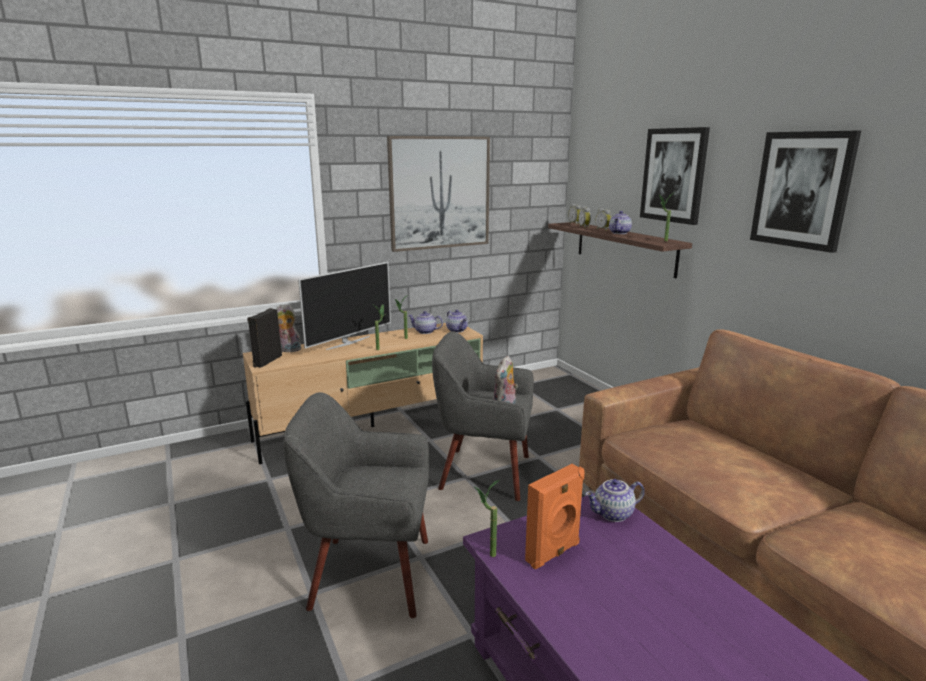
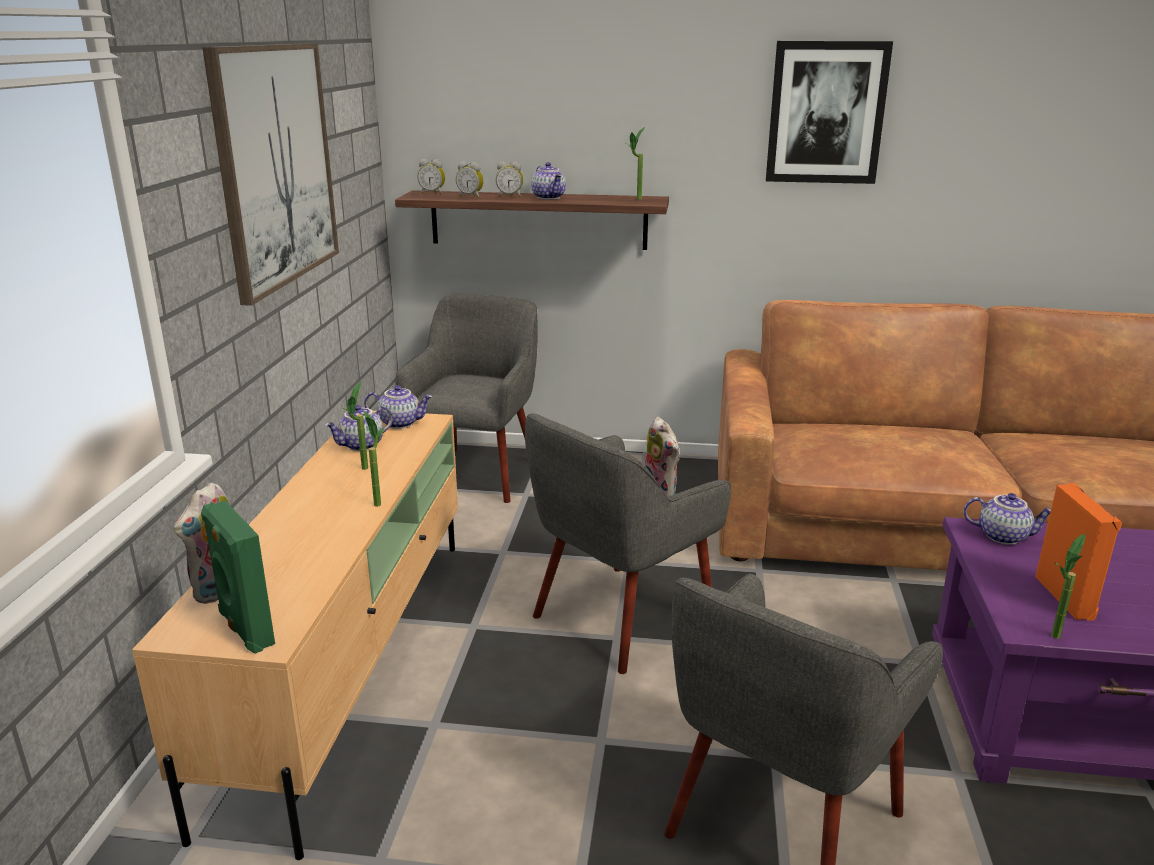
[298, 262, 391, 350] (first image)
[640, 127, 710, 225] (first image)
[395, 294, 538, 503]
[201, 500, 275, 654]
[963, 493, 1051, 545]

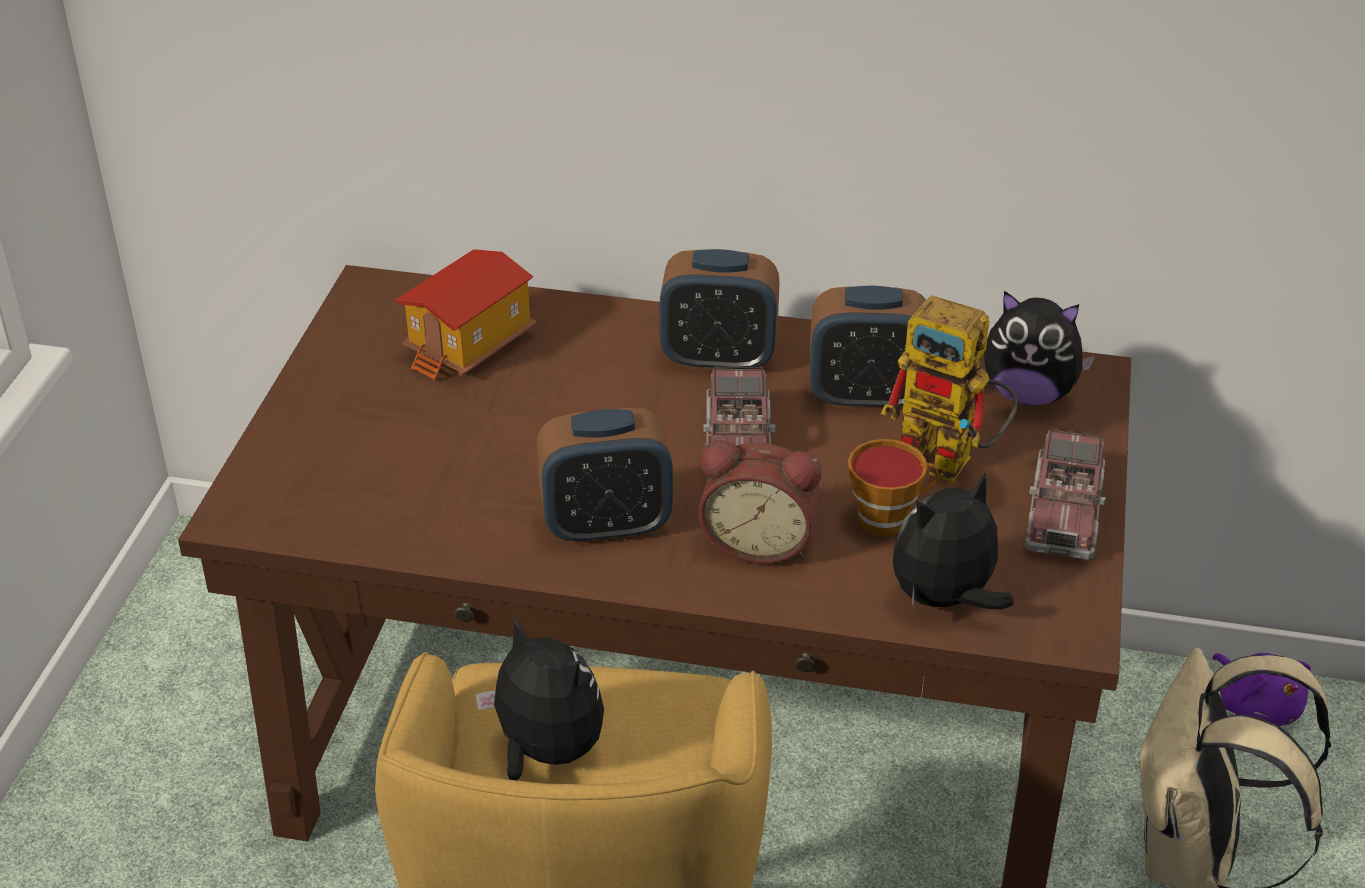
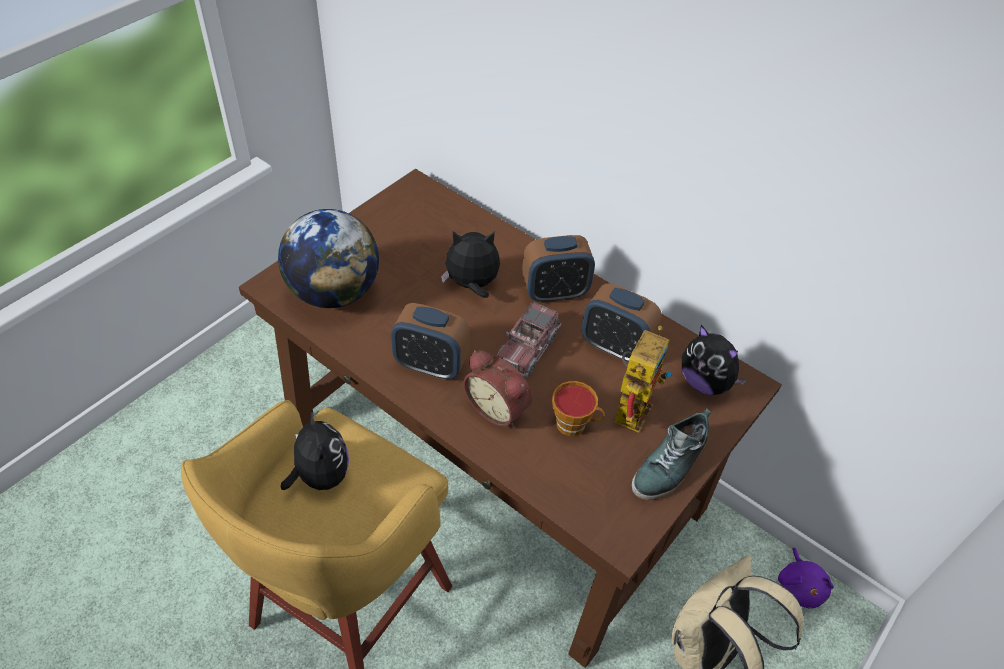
[396, 249, 536, 381] (first image)
[278, 209, 379, 308]
[441, 231, 500, 298]
[632, 408, 711, 500]
[522, 235, 595, 303]
[614, 325, 671, 433]

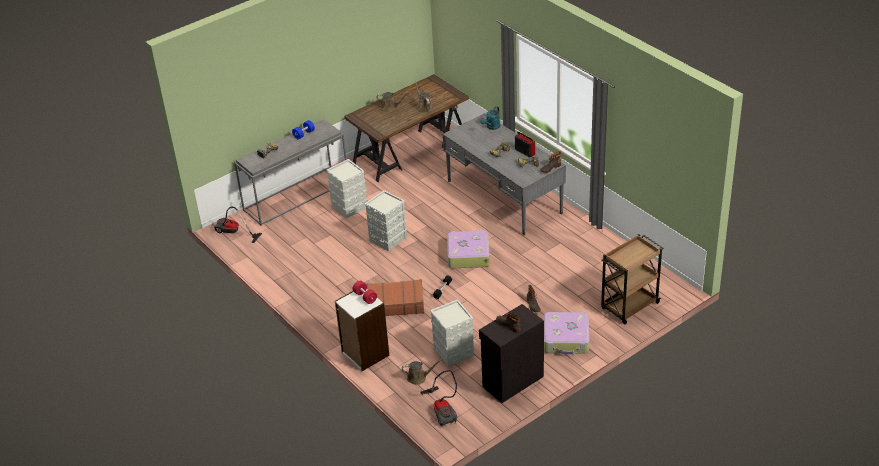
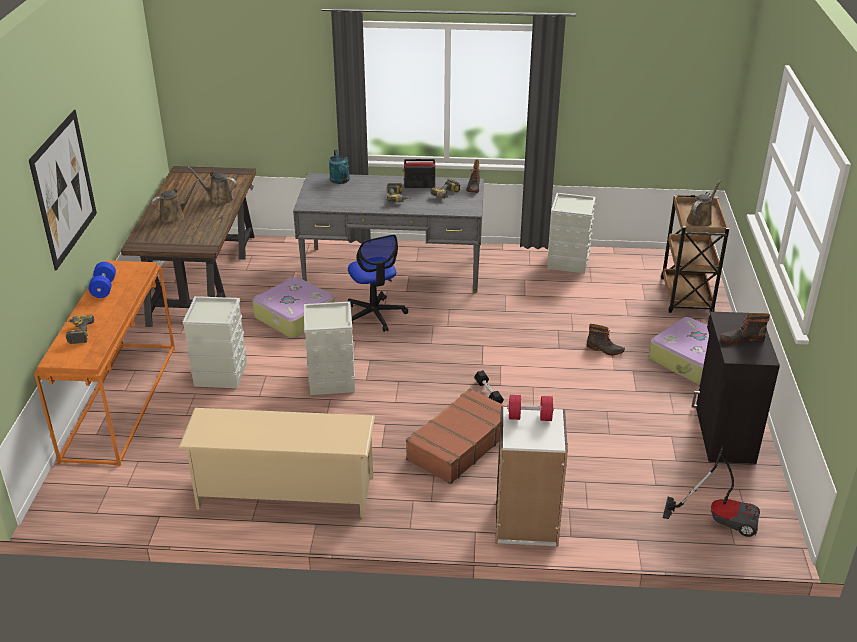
[214, 206, 262, 243] (first image)
[29, 110, 97, 270]
[178, 408, 375, 518]
[348, 235, 408, 332]
[686, 180, 721, 227]
[547, 193, 596, 274]
[252, 277, 335, 338]
[34, 260, 175, 466]

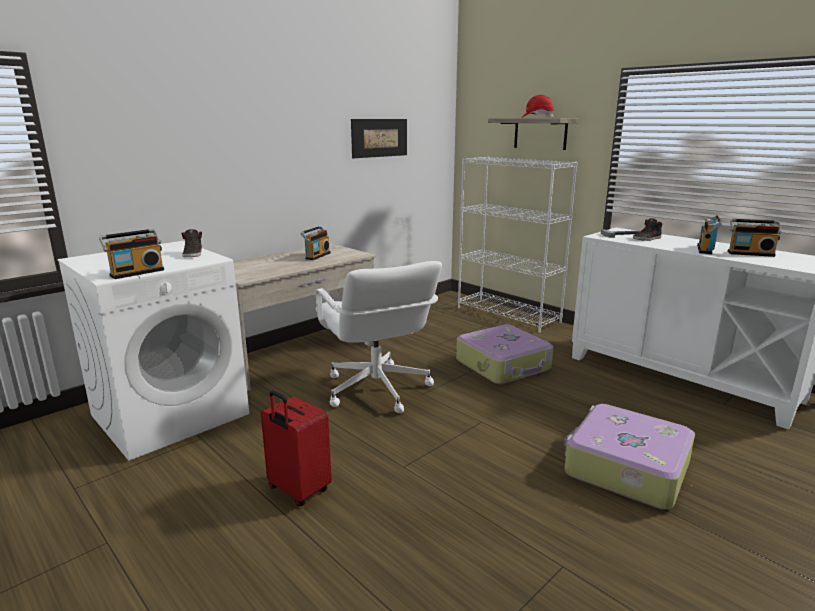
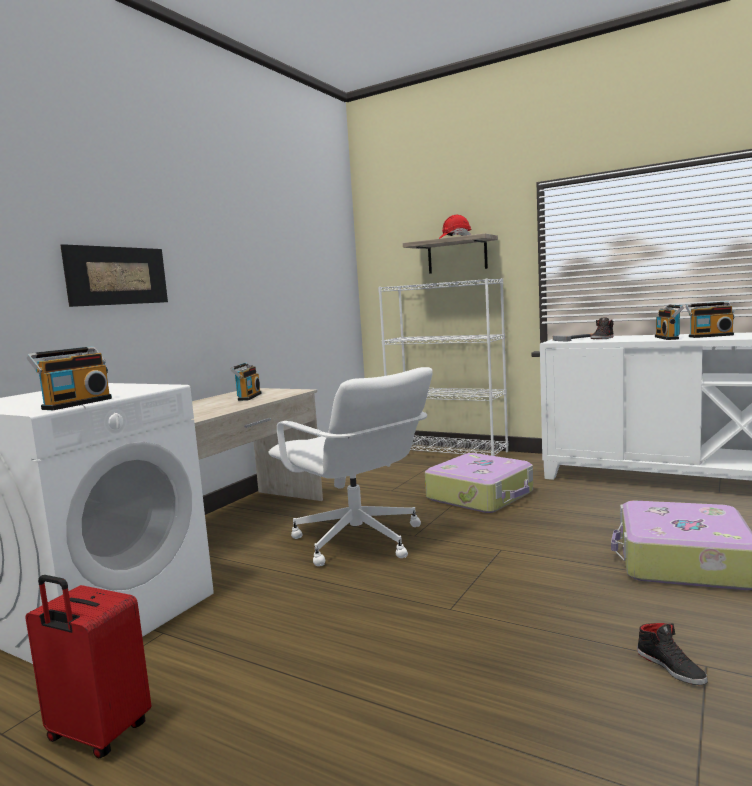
[637, 623, 708, 685]
[25, 575, 152, 759]
[60, 244, 168, 307]

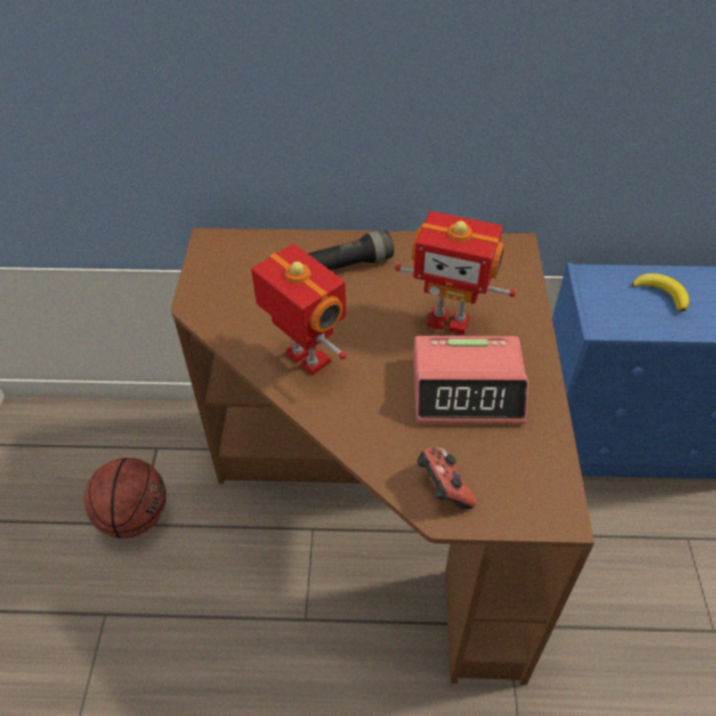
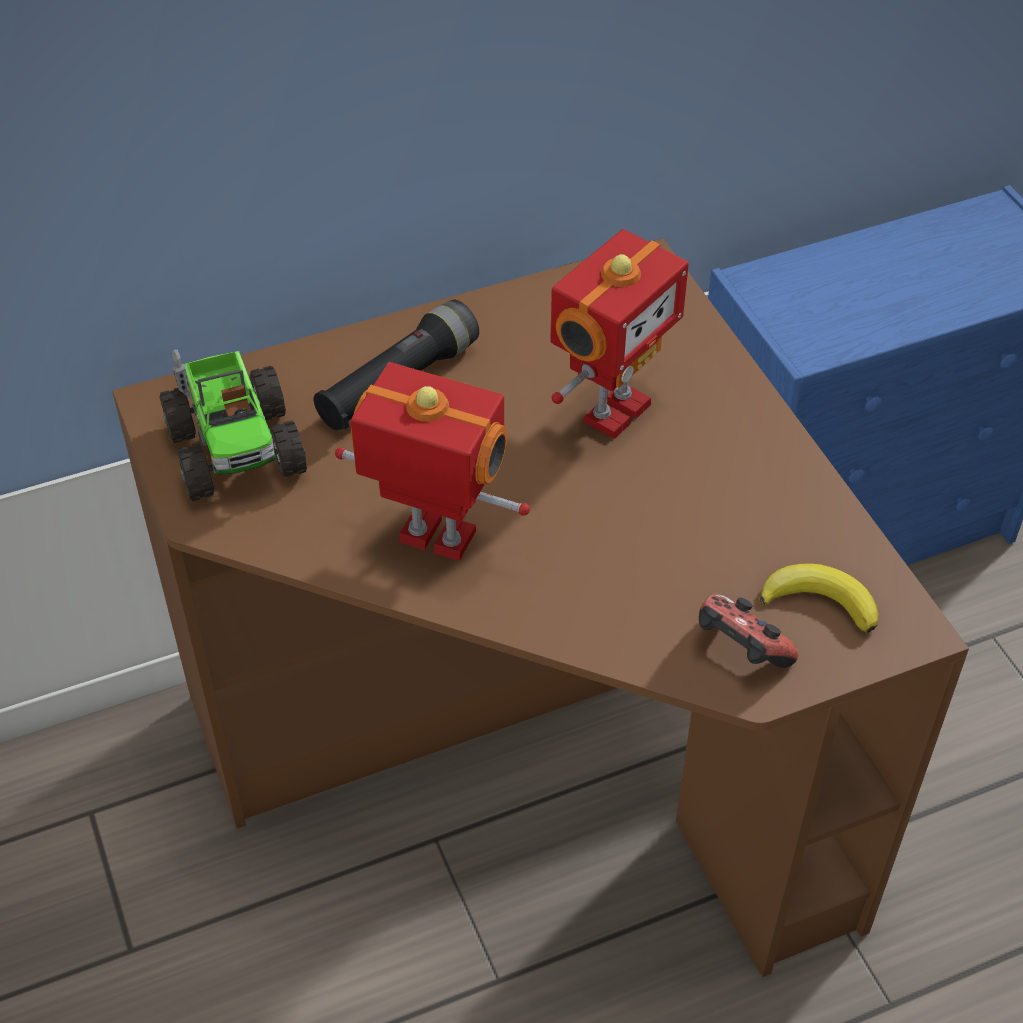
[84, 458, 166, 538] (first image)
[413, 336, 529, 424] (first image)
[159, 349, 307, 501]
[760, 563, 878, 633]
[550, 229, 689, 439]

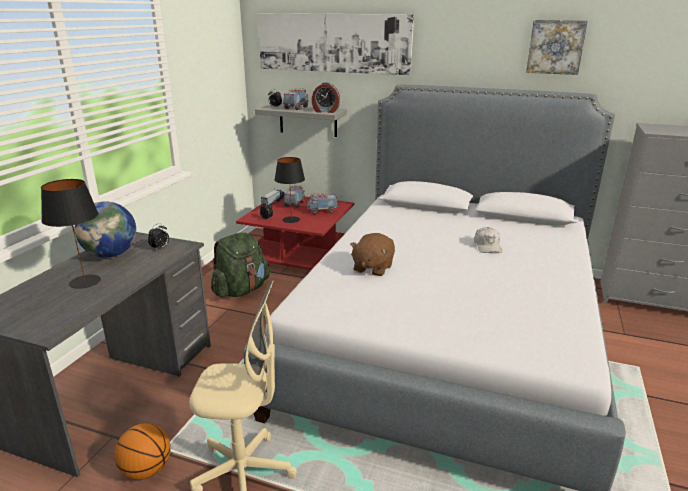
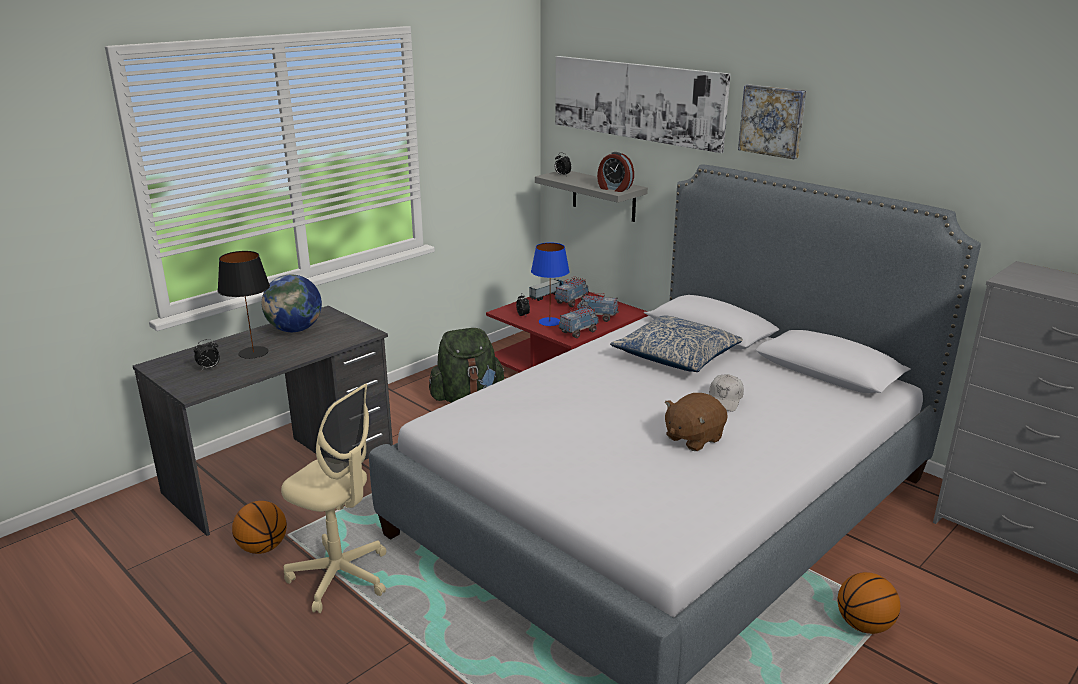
[610, 315, 743, 372]
[837, 572, 900, 634]
[194, 339, 220, 370]
[559, 305, 599, 338]
[665, 393, 728, 451]
[738, 84, 806, 159]
[531, 242, 570, 326]

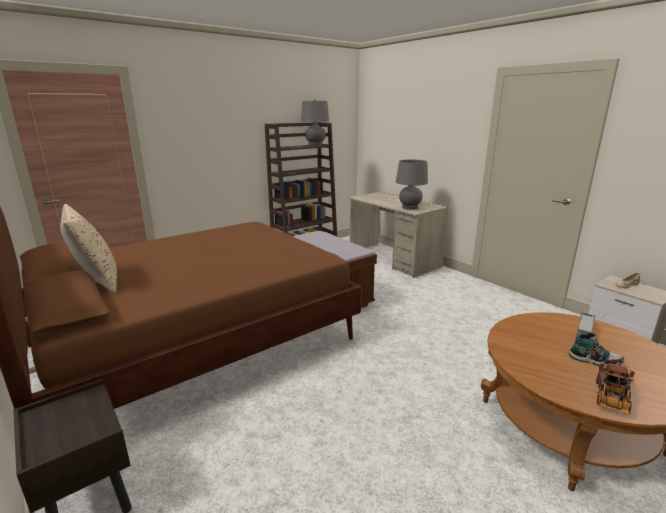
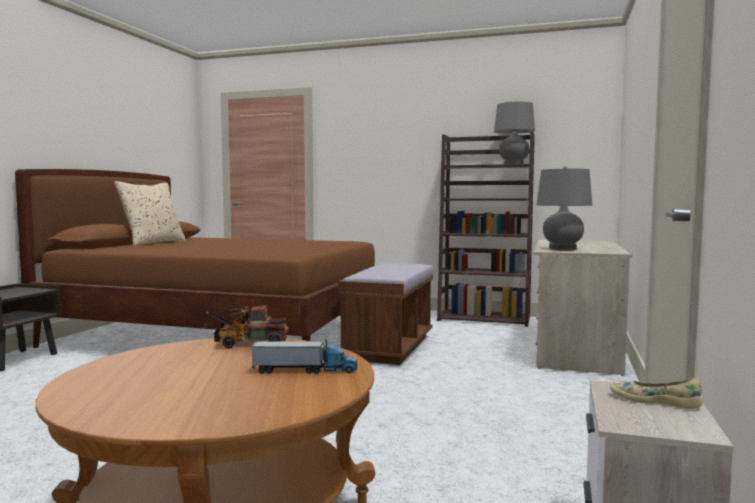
[569, 333, 624, 366] (first image)
[203, 305, 288, 348]

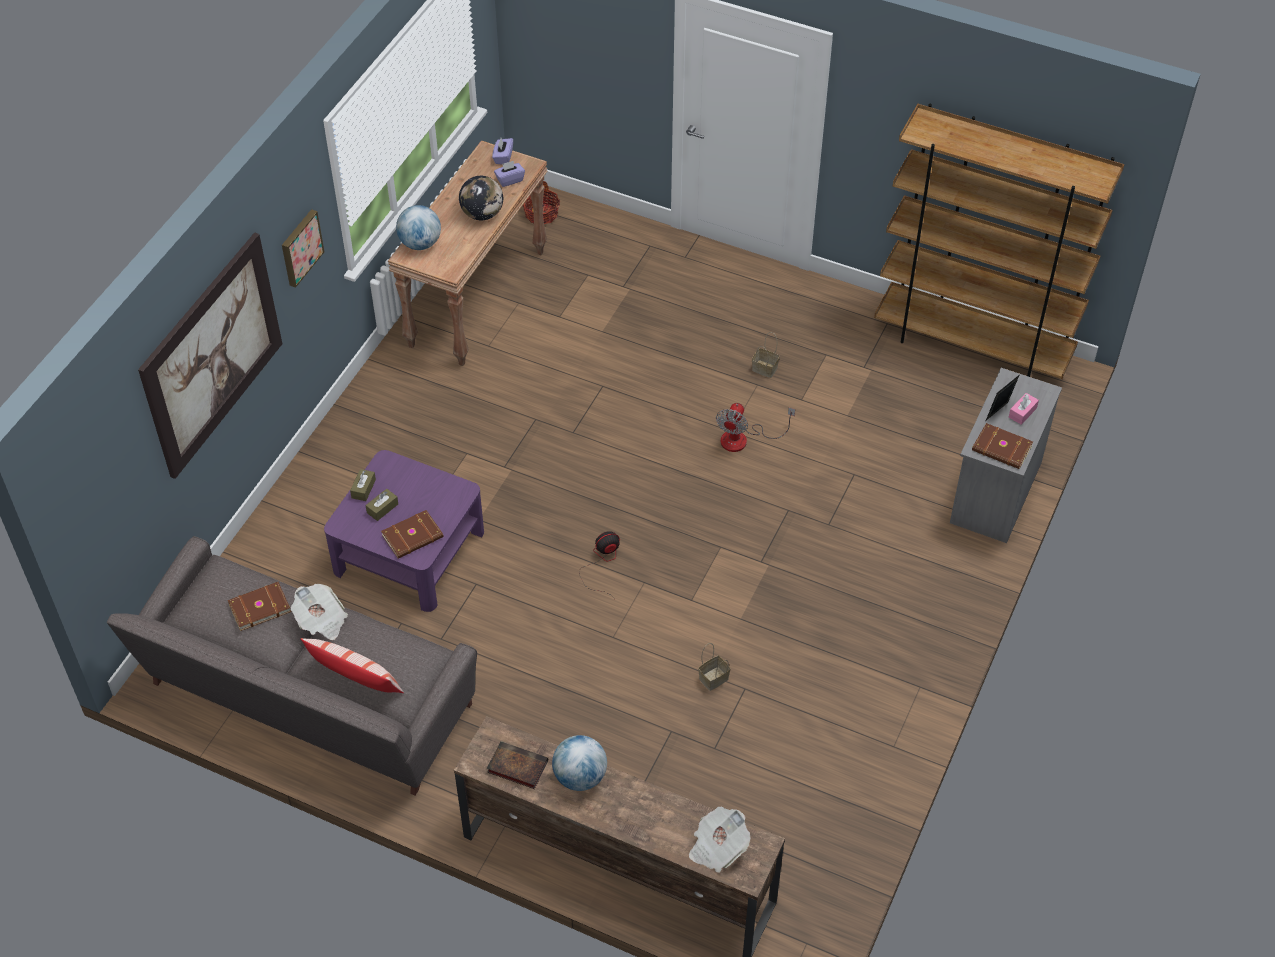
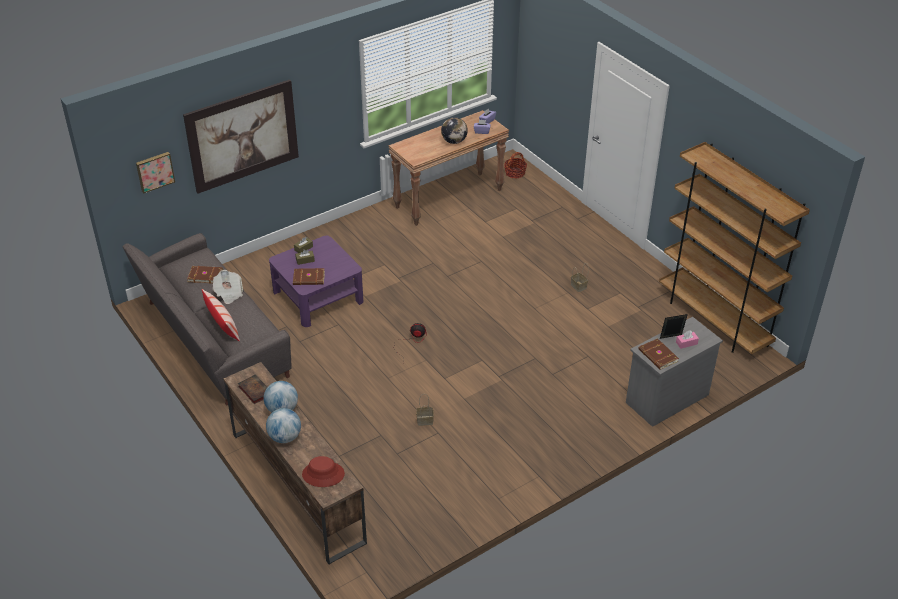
[716, 403, 795, 452] (first image)
[136, 152, 175, 193]
[266, 408, 301, 443]
[302, 456, 345, 487]

